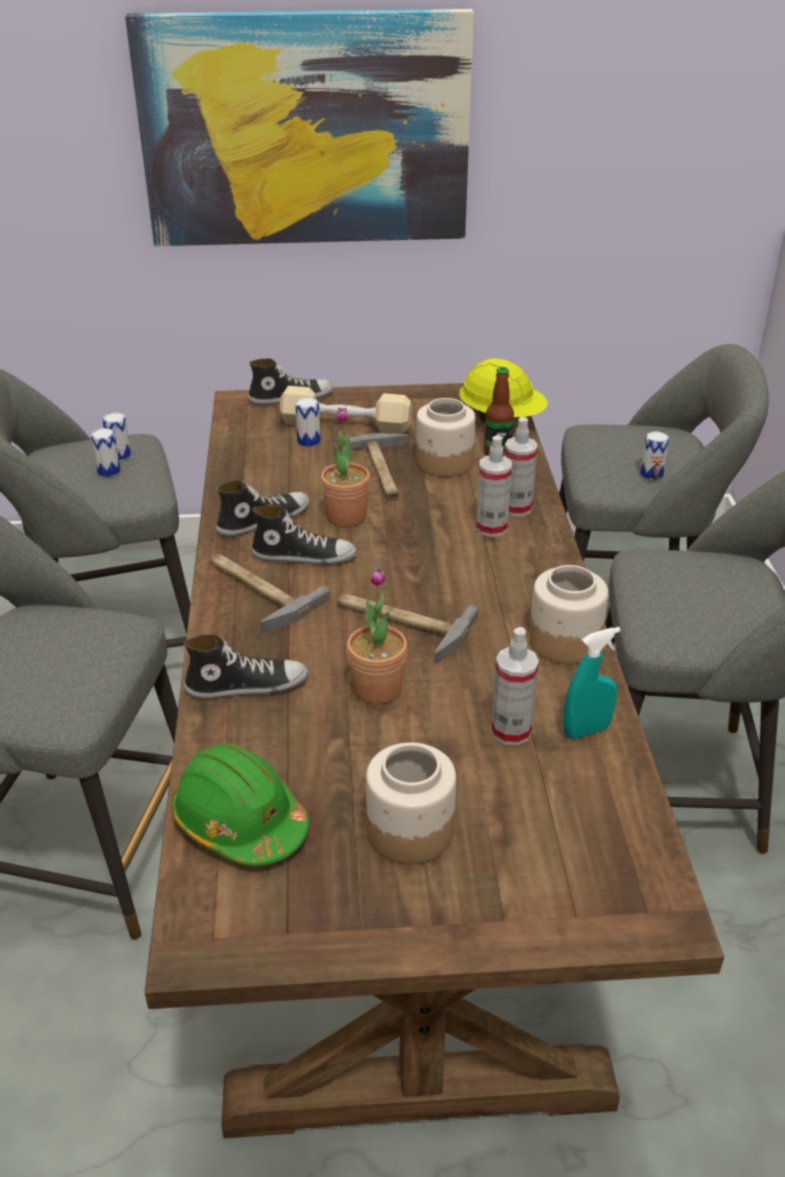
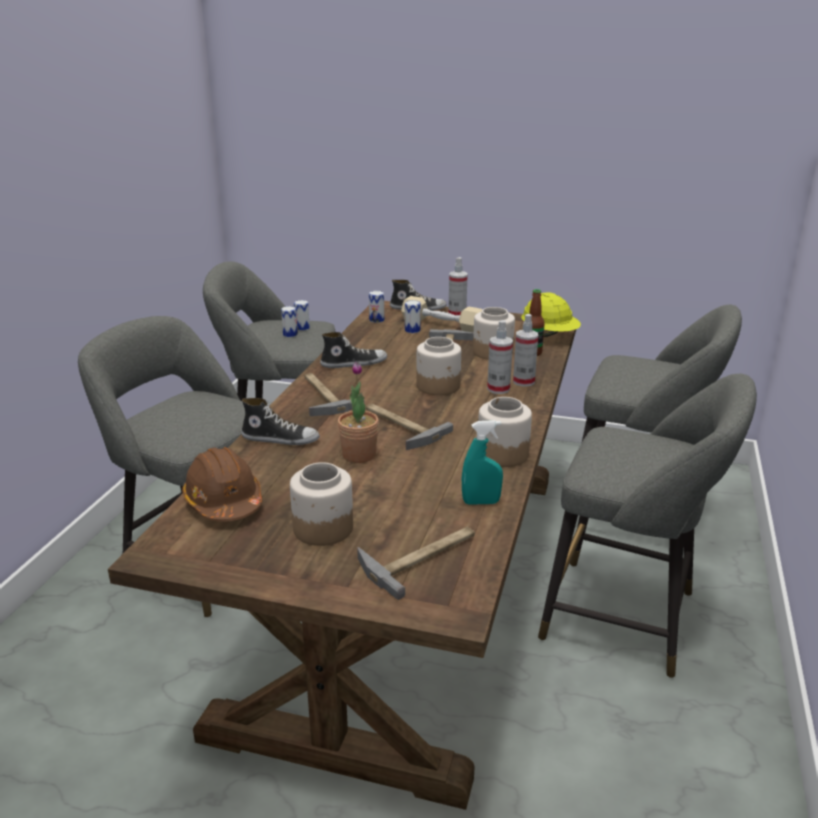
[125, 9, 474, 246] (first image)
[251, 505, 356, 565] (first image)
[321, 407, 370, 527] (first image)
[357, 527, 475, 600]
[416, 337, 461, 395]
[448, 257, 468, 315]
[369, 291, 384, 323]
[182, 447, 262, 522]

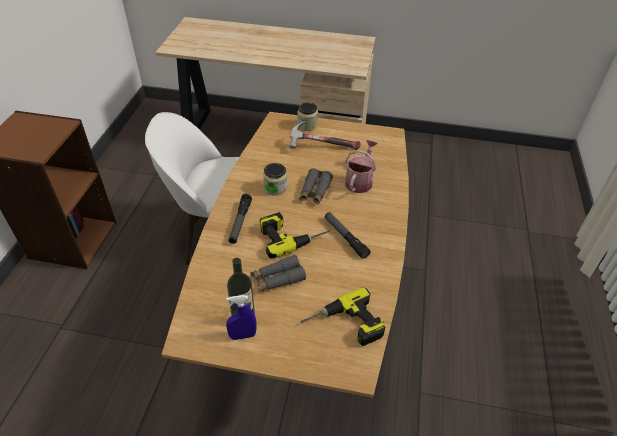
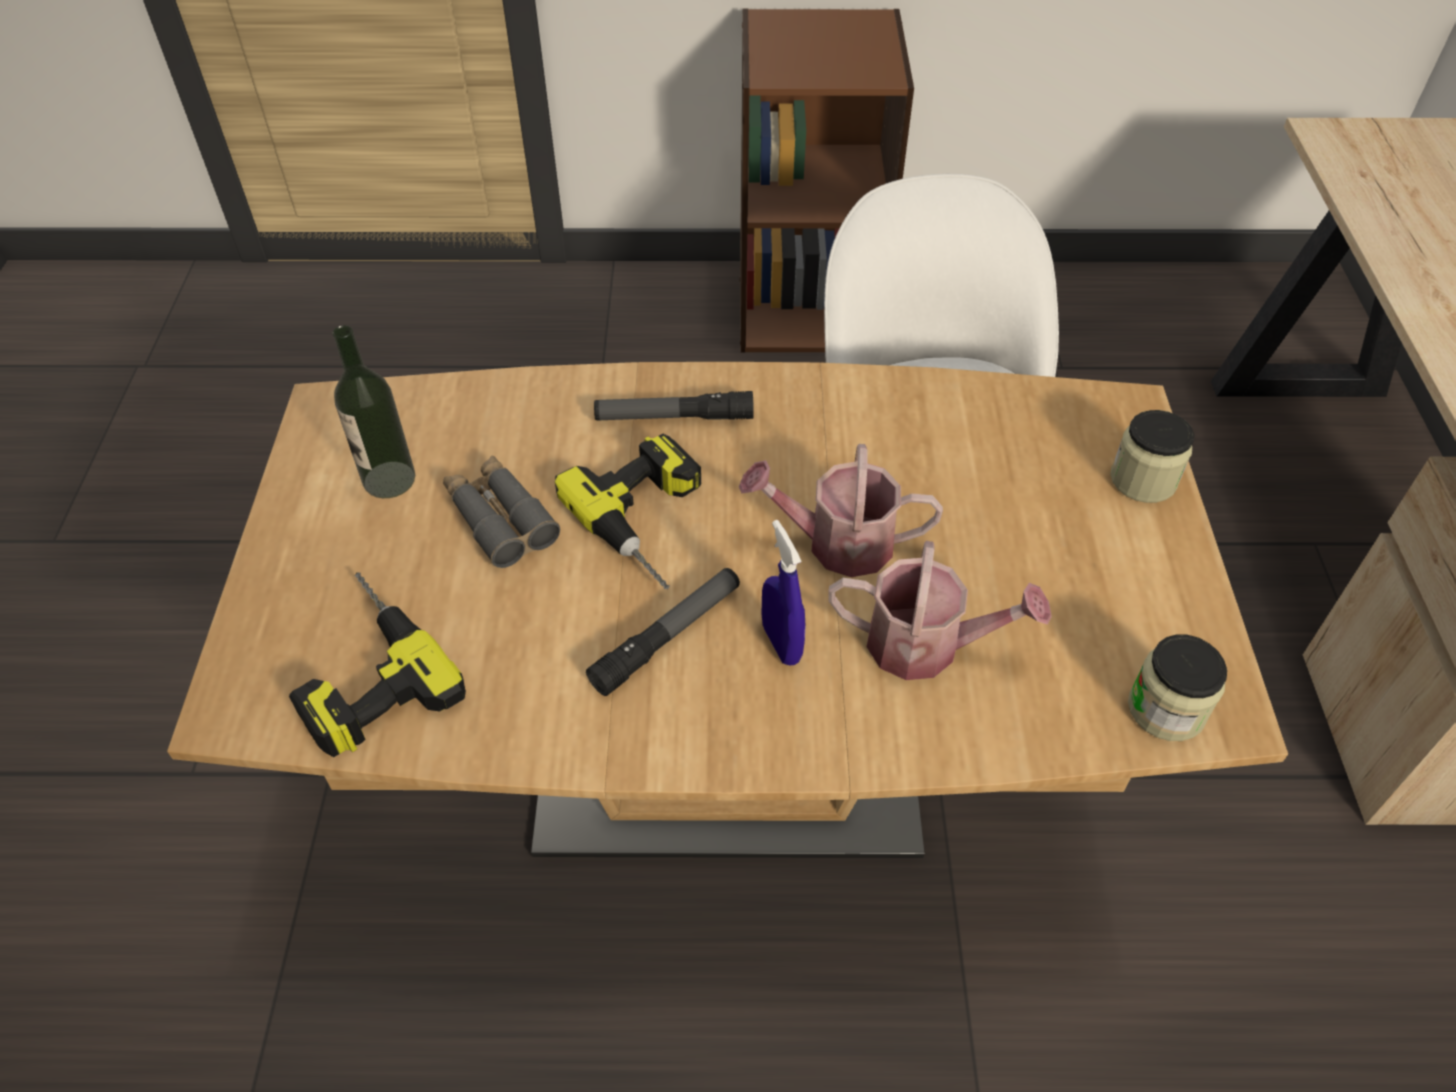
[289, 121, 361, 150] (first image)
[762, 520, 805, 666]
[1128, 634, 1227, 741]
[739, 444, 943, 577]

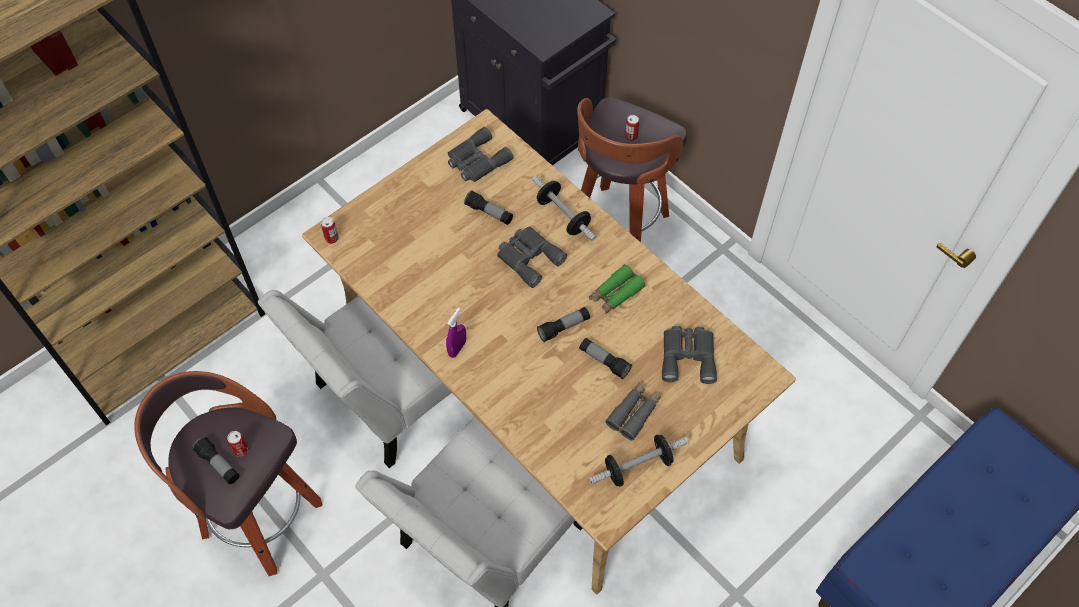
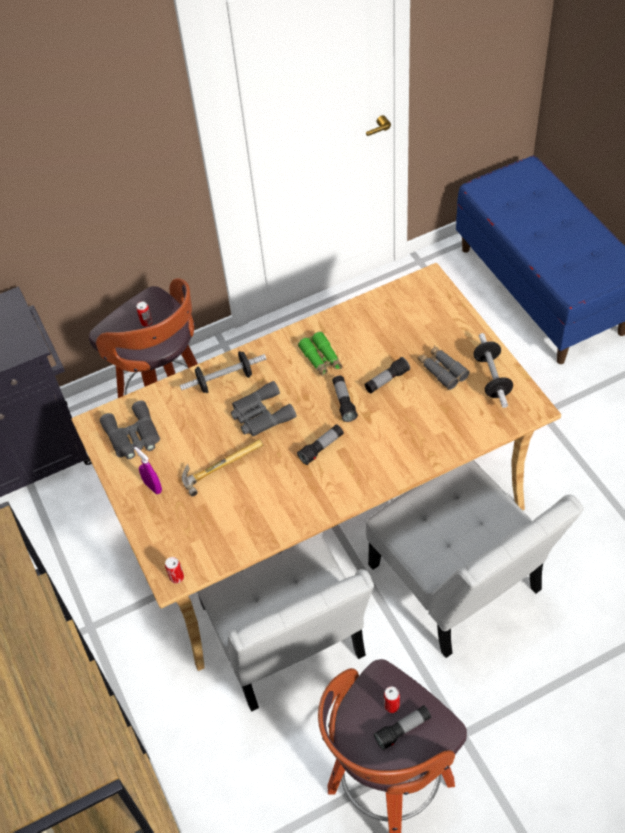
[662, 326, 717, 384] (first image)
[182, 439, 263, 496]
[134, 447, 162, 494]
[297, 424, 344, 465]

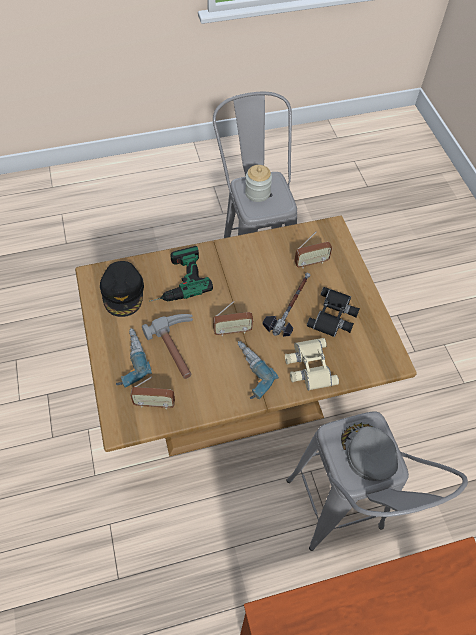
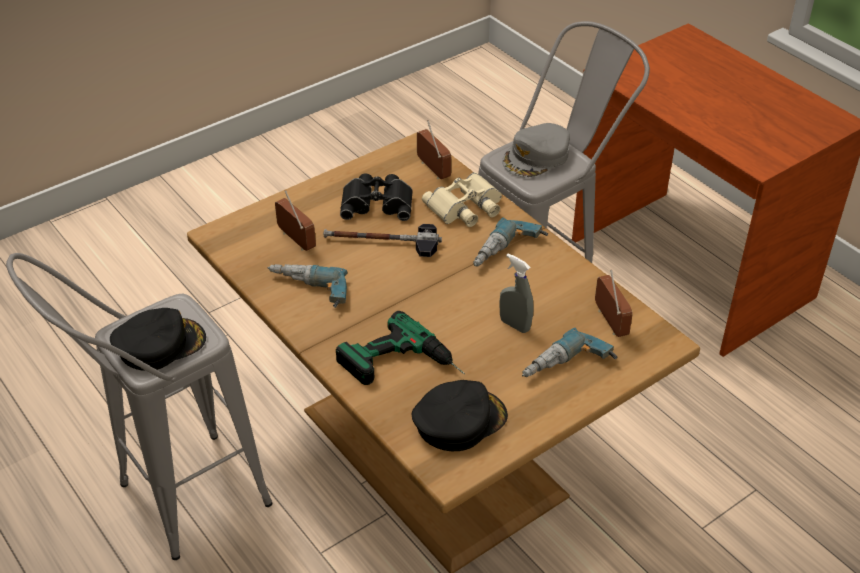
[267, 264, 347, 308]
[417, 120, 451, 179]
[499, 254, 534, 333]
[110, 308, 206, 371]

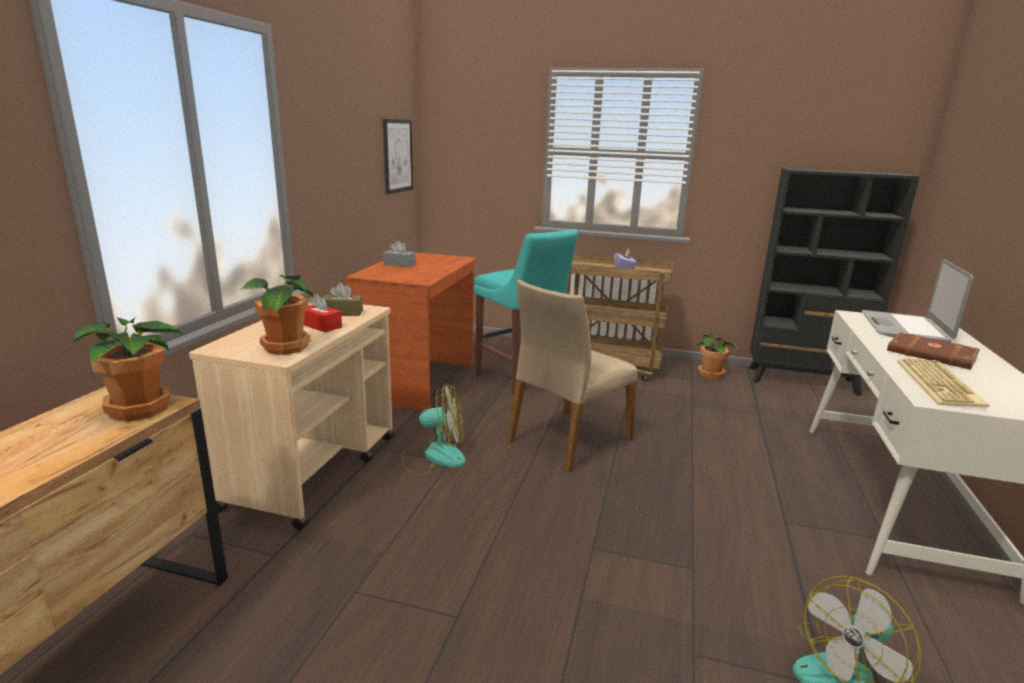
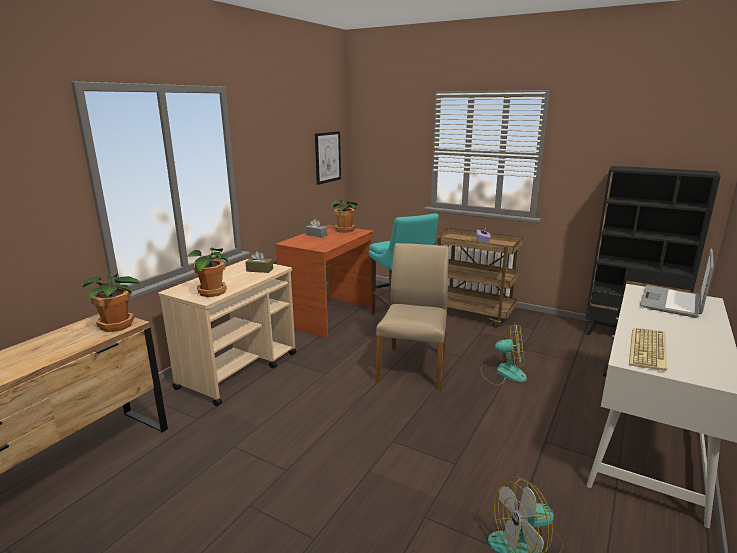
[304, 294, 342, 332] (first image)
[887, 332, 980, 370] (first image)
[481, 323, 527, 386]
[331, 199, 357, 233]
[375, 243, 449, 390]

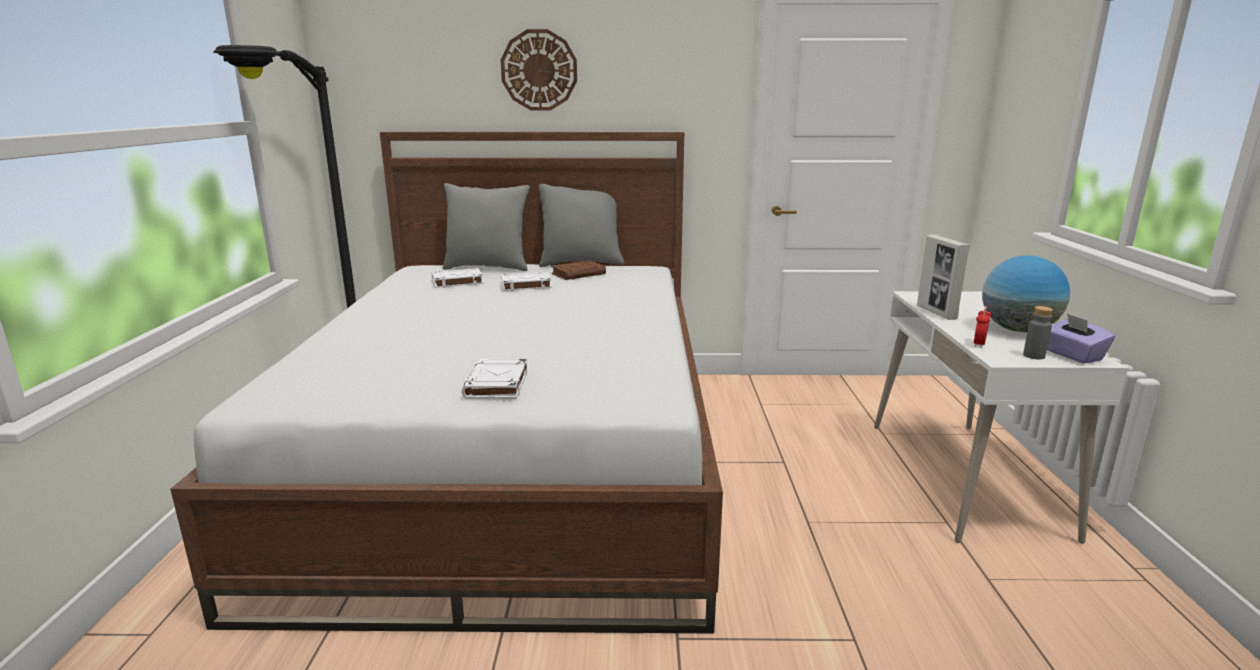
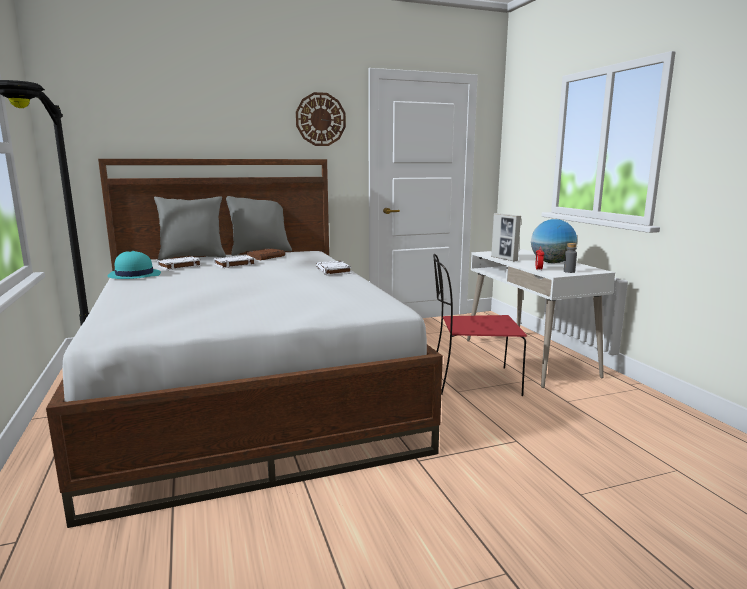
[1047, 313, 1115, 364] (first image)
[108, 251, 161, 279]
[433, 254, 527, 396]
[316, 261, 351, 275]
[296, 92, 346, 146]

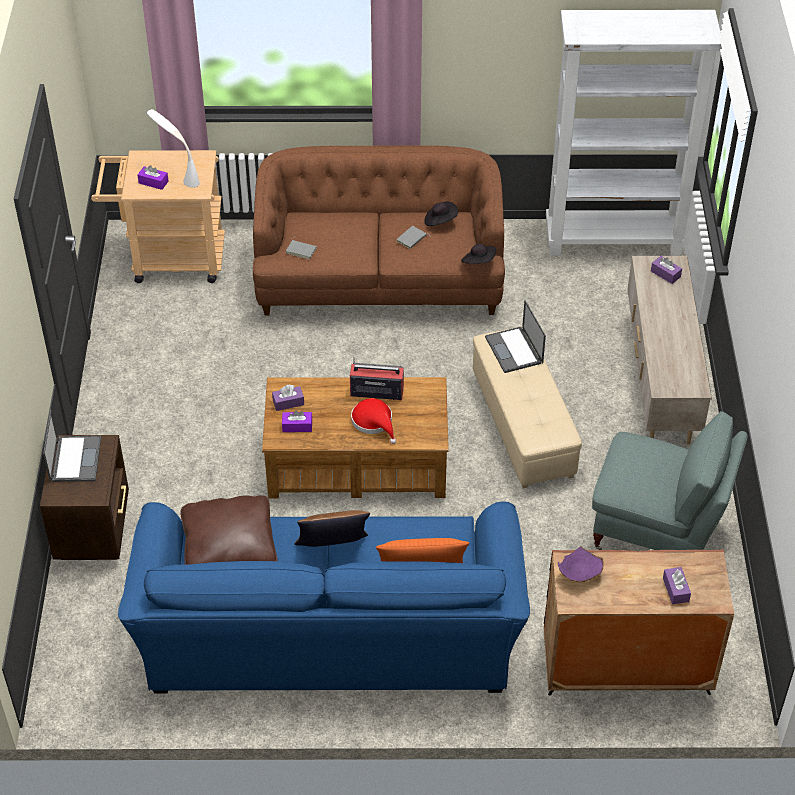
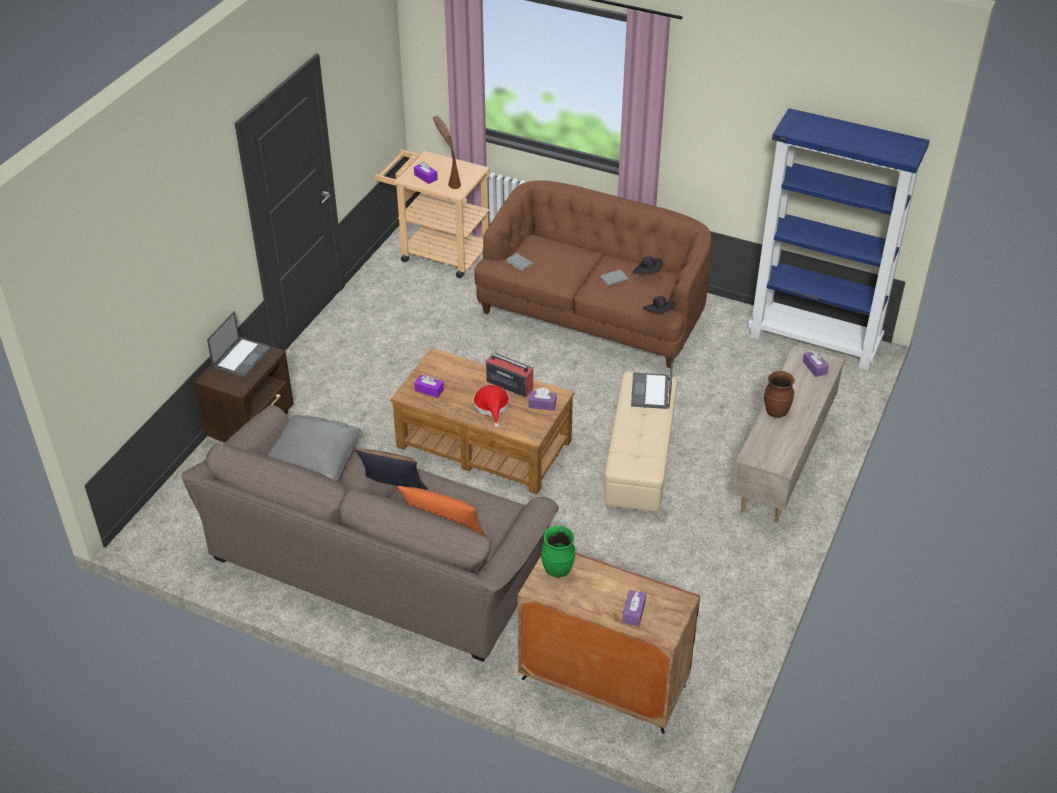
[592, 411, 748, 550] (first image)
[764, 371, 795, 418]
[528, 387, 557, 411]
[541, 526, 575, 578]
[181, 405, 559, 662]
[433, 116, 461, 189]
[267, 415, 363, 481]
[748, 108, 930, 371]

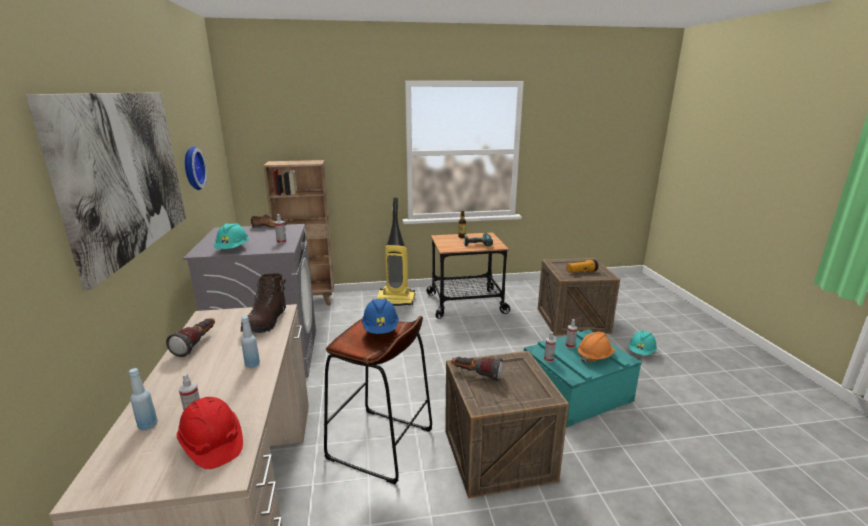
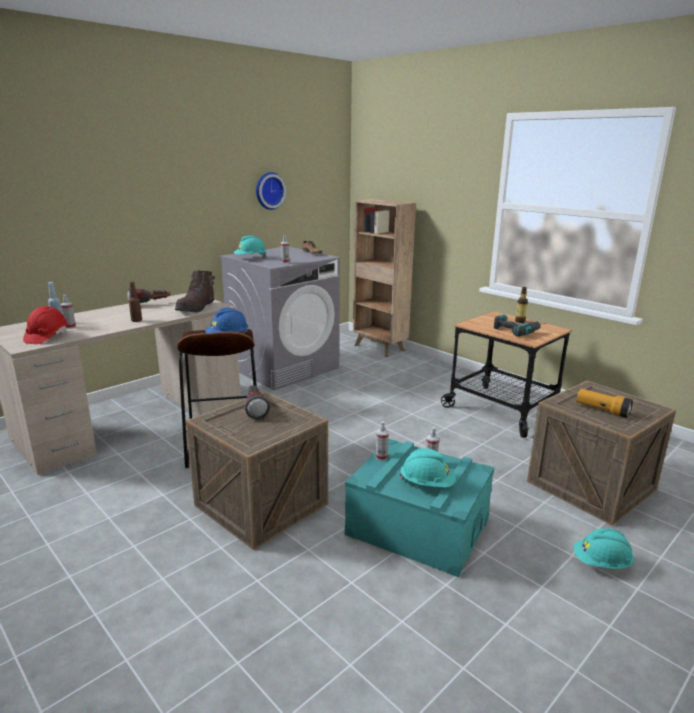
[26, 92, 186, 290] (first image)
[377, 197, 415, 306] (first image)
[129, 282, 142, 322]
[399, 448, 456, 488]
[175, 270, 215, 313]

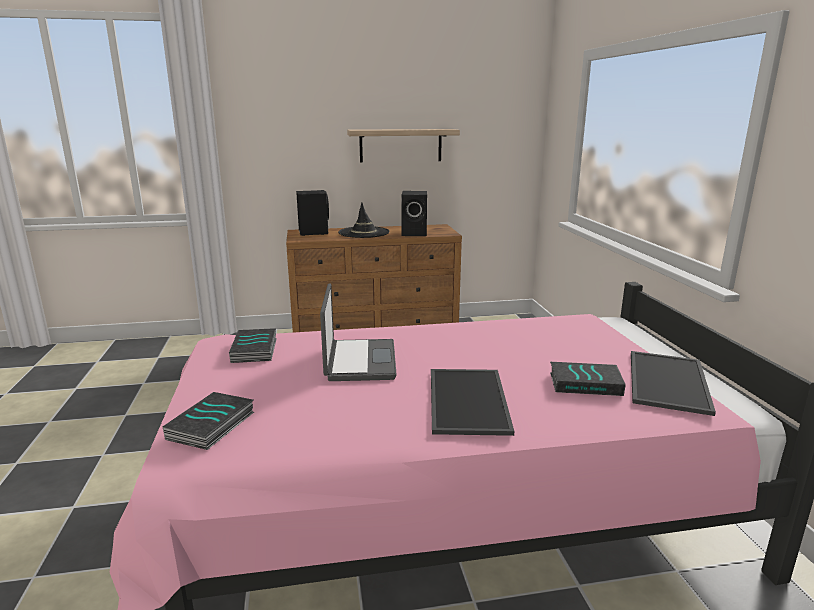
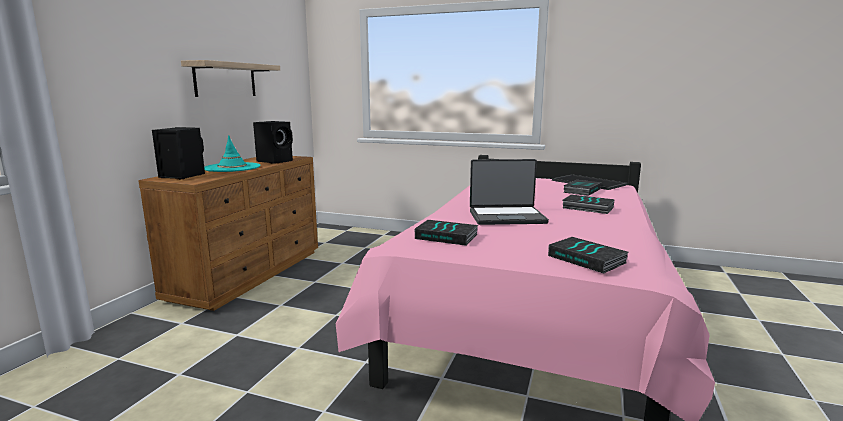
[563, 195, 615, 214]
[204, 135, 260, 172]
[470, 159, 549, 225]

